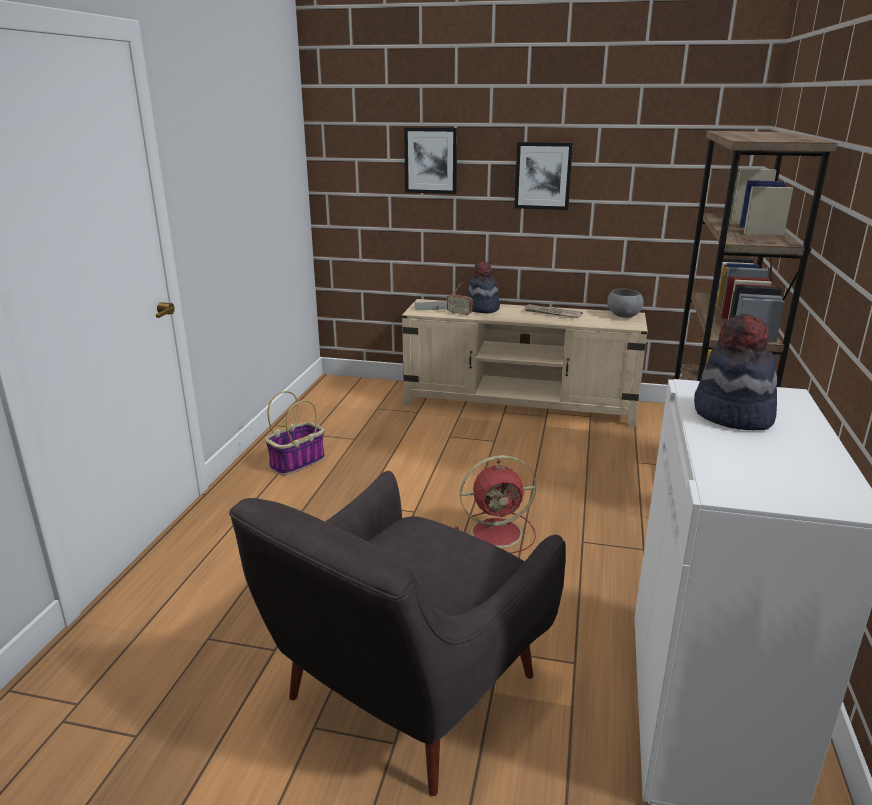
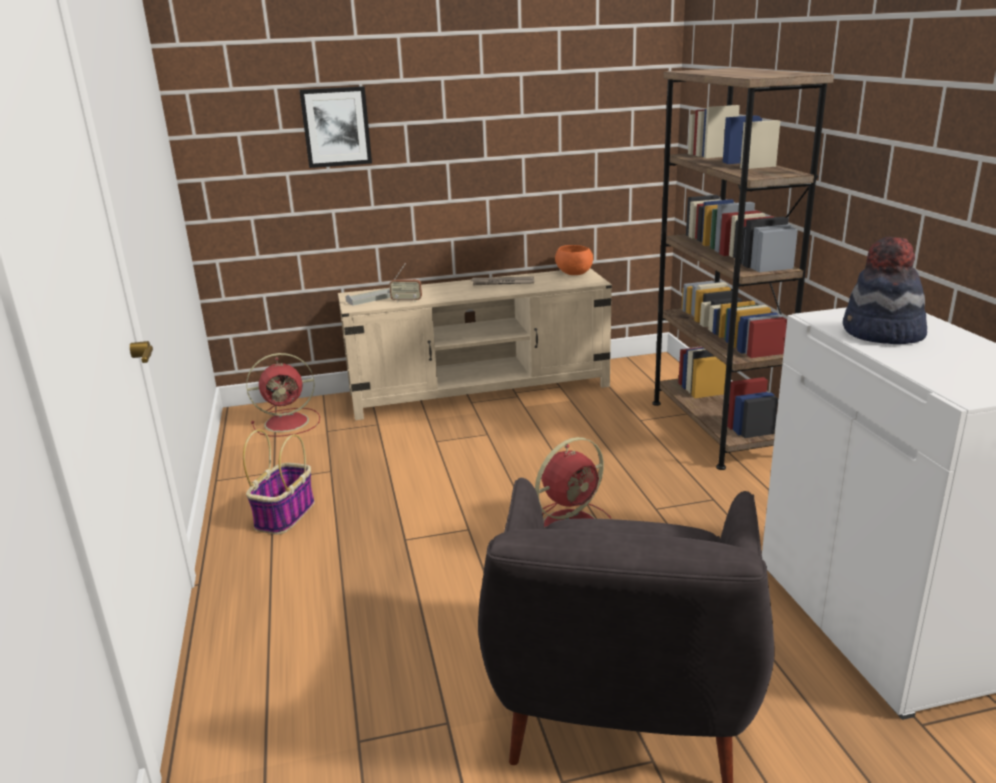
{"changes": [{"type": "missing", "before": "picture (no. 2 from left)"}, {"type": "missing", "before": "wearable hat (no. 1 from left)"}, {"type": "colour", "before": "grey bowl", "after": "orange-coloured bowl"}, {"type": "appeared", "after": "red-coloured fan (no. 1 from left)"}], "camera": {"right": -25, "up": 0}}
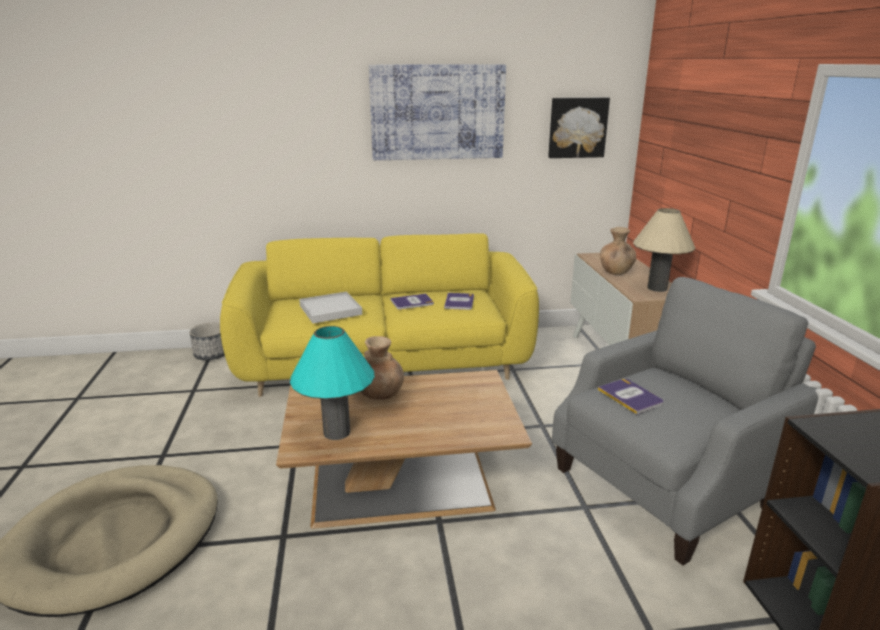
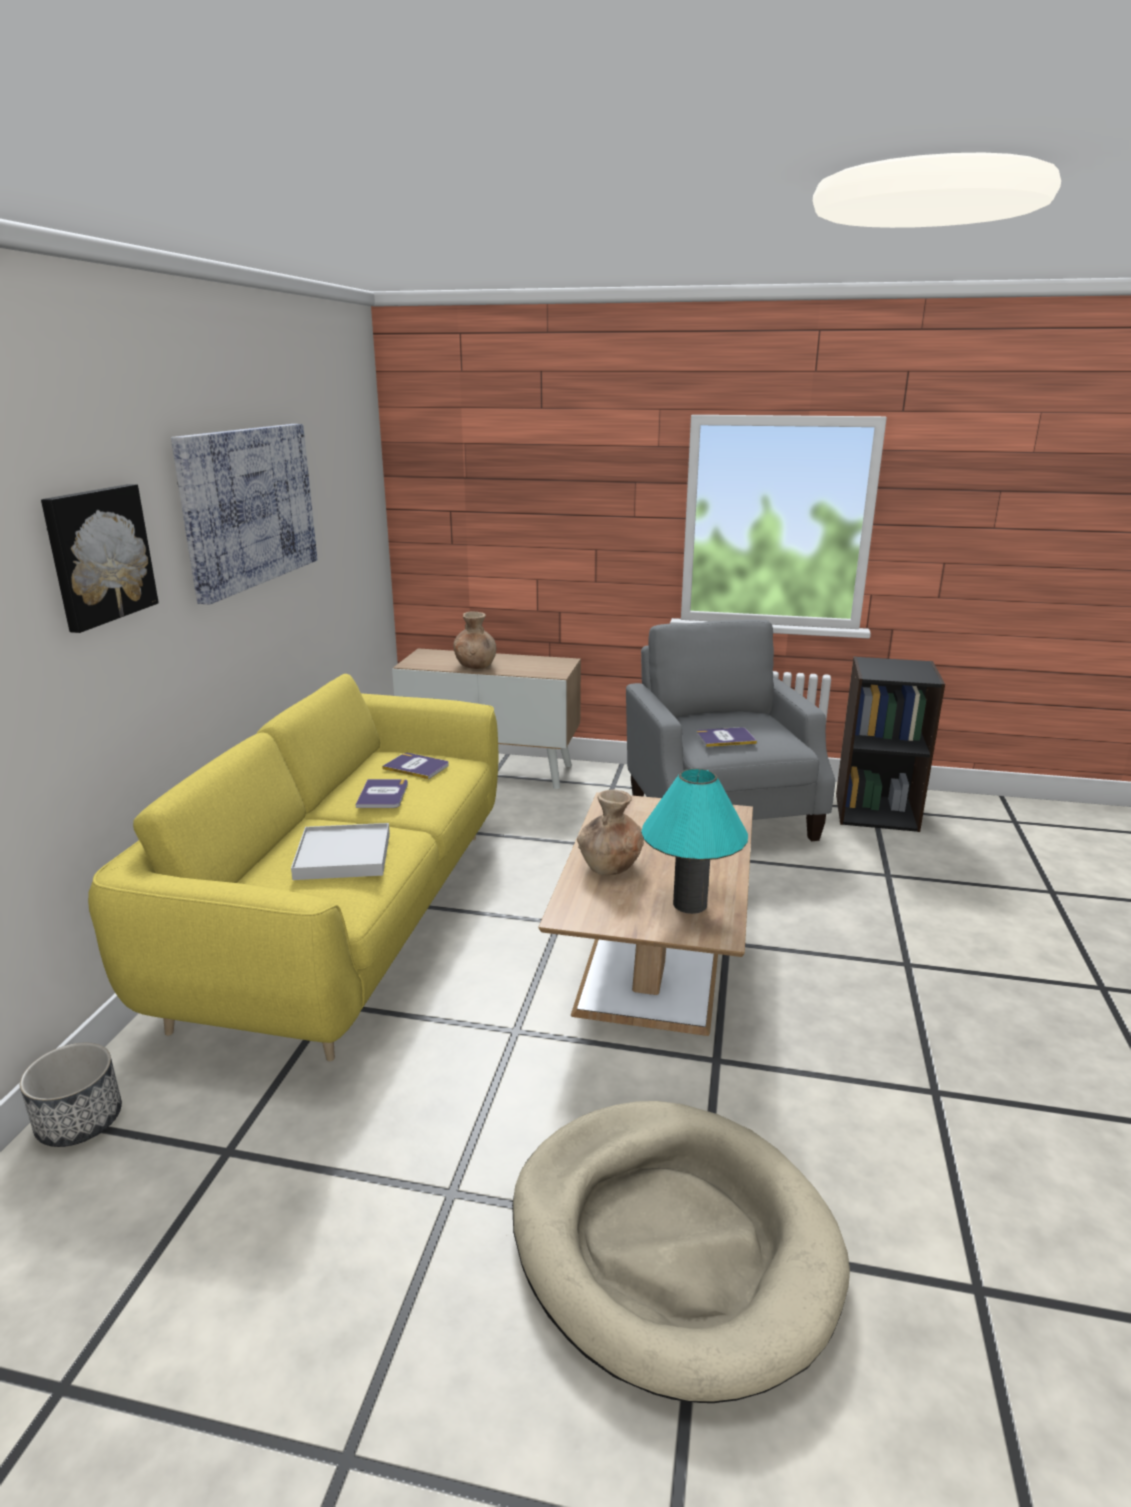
{"changes": [{"type": "relocated", "before": "picture (no. 2 from left in the first image)", "after": "picture (no. 1 from left)"}, {"type": "missing", "before": "beige table lamp"}], "camera": {"right": -70, "up": 0}}
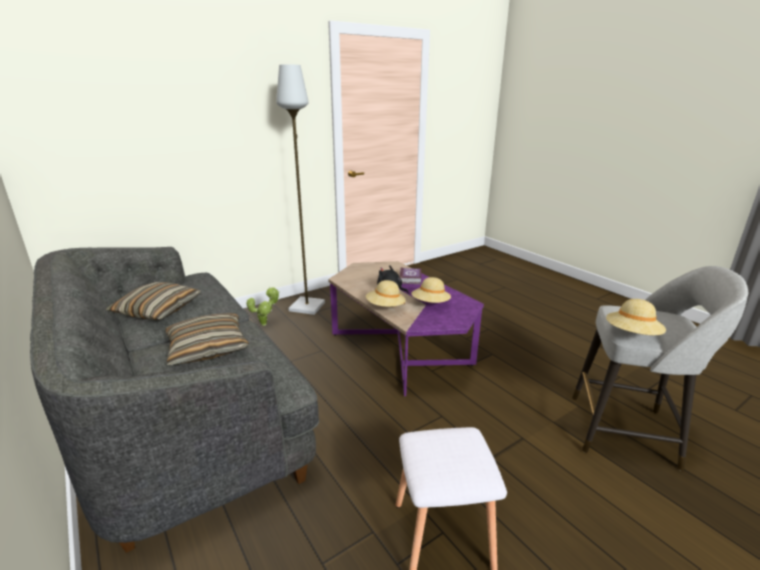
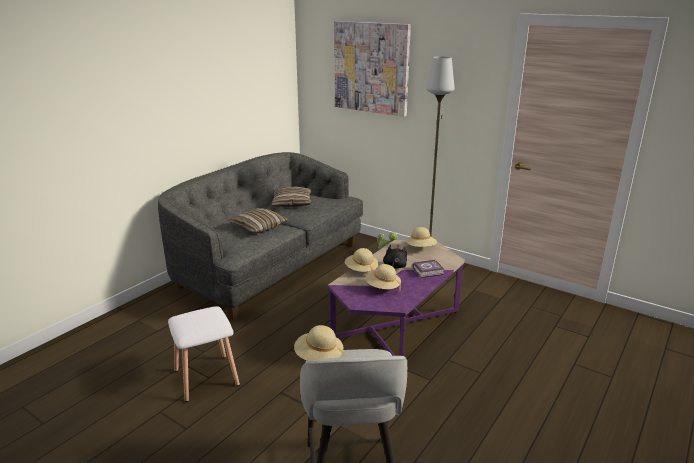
{"changes": [{"type": "appeared", "after": "picture"}, {"type": "appeared", "after": "beige wearable hat (no. 4 from left)"}], "camera": {"right": 70, "up": 0}}
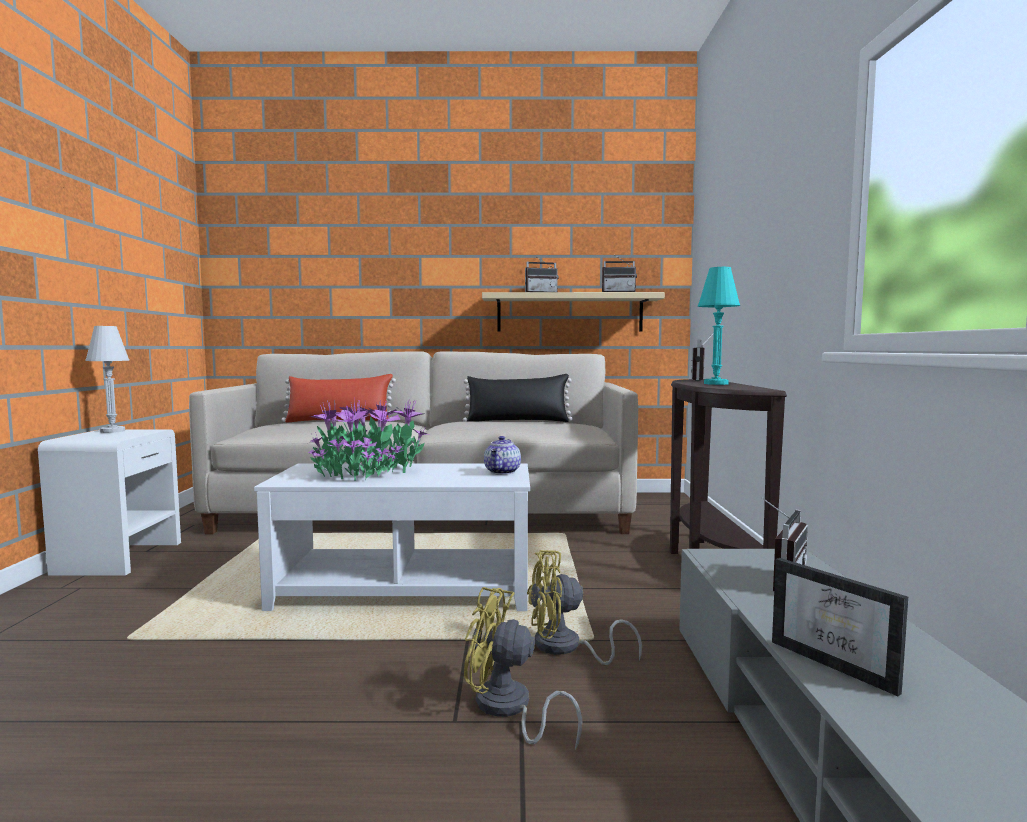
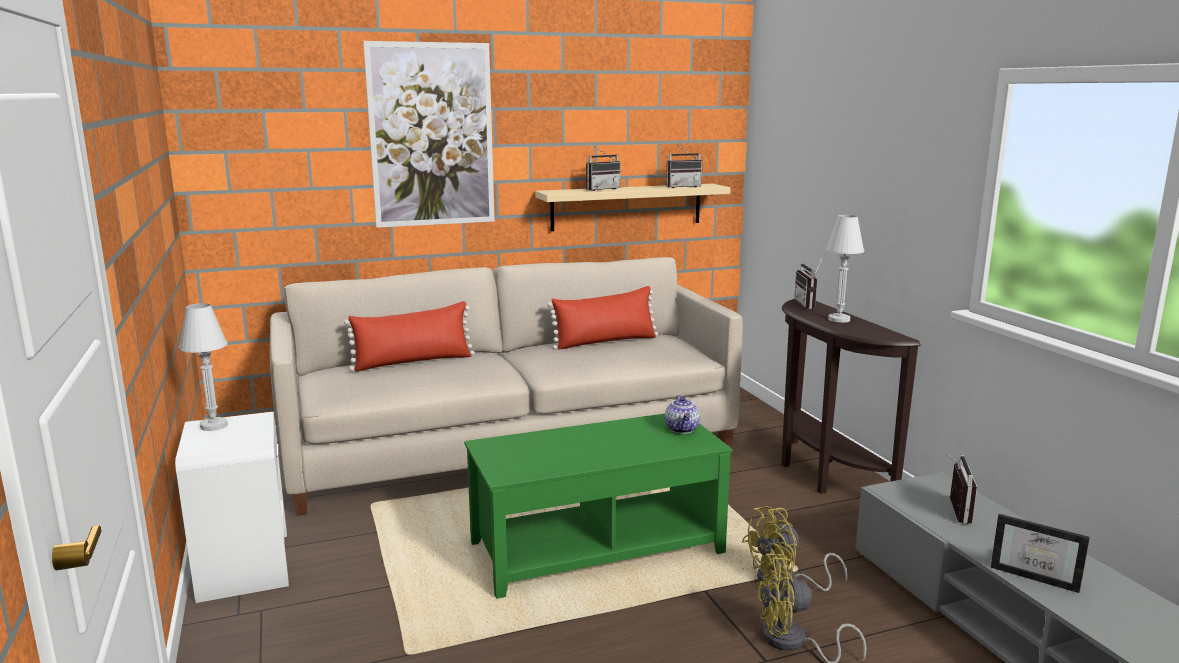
{"changes": [{"type": "colour", "before": "turquoise-coloured table lamp", "after": "whitish table lamp (no. 2 from left)"}, {"type": "colour", "before": "blackish cushion", "after": "red-coloured cushion (no. 2 from left)"}, {"type": "missing", "before": "plant in a pot"}, {"type": "colour", "before": "whitish low table", "after": "greenish low table"}, {"type": "appeared", "after": "picture"}], "camera": {"right": -20, "up": 10}}
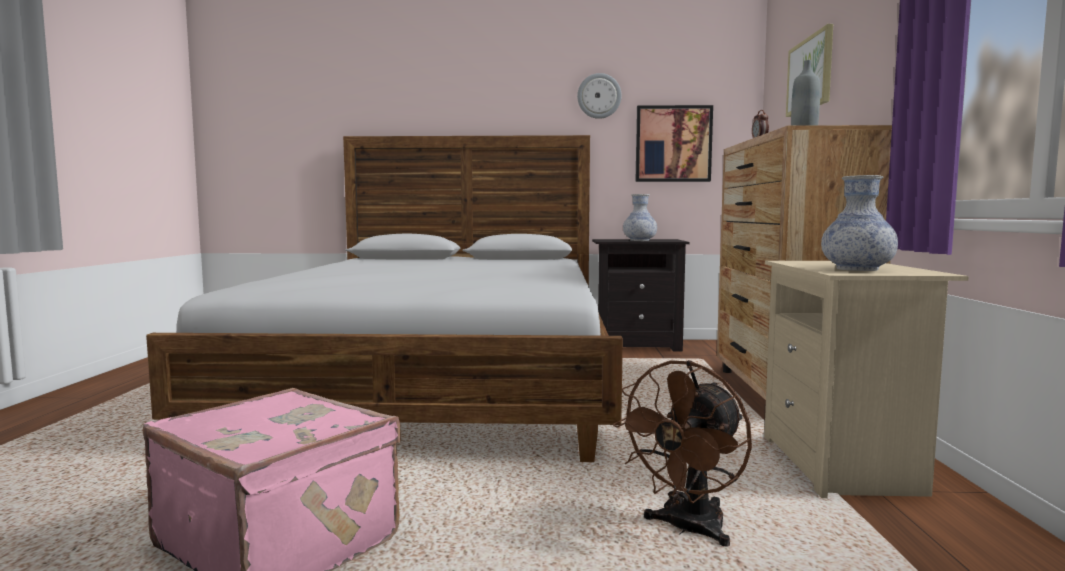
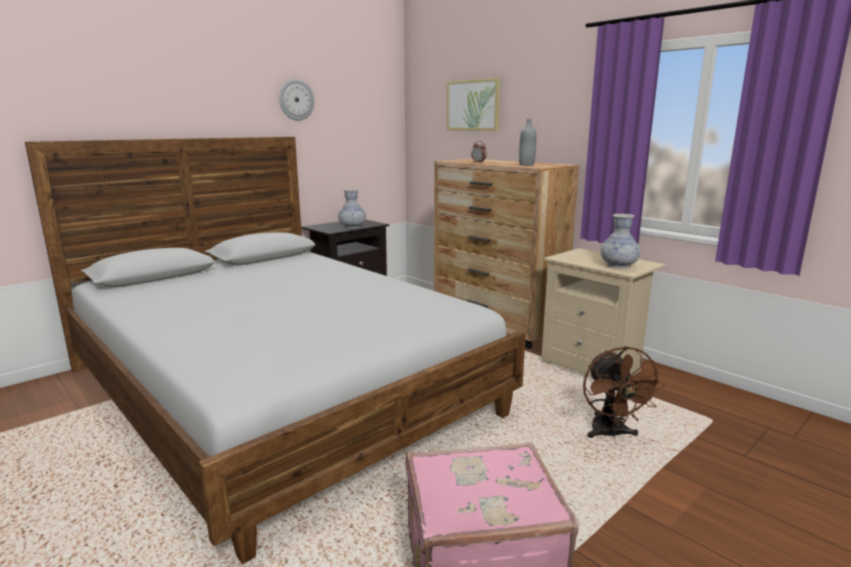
{"changes": [{"type": "missing", "before": "picture (no. 1 from left)"}], "camera": {"right": -45, "up": 10}}
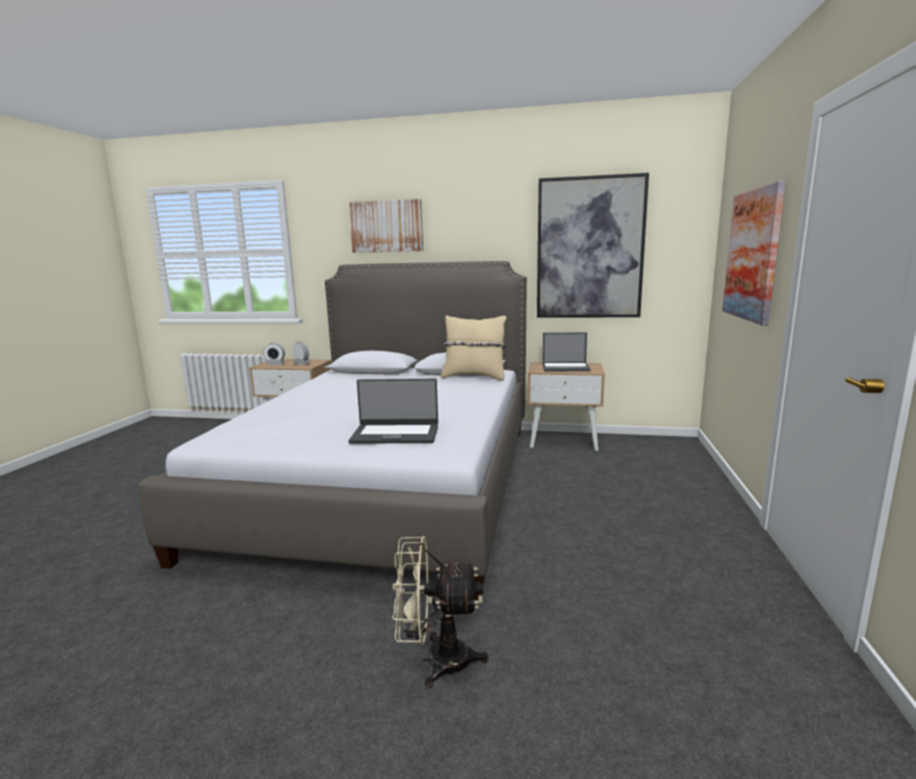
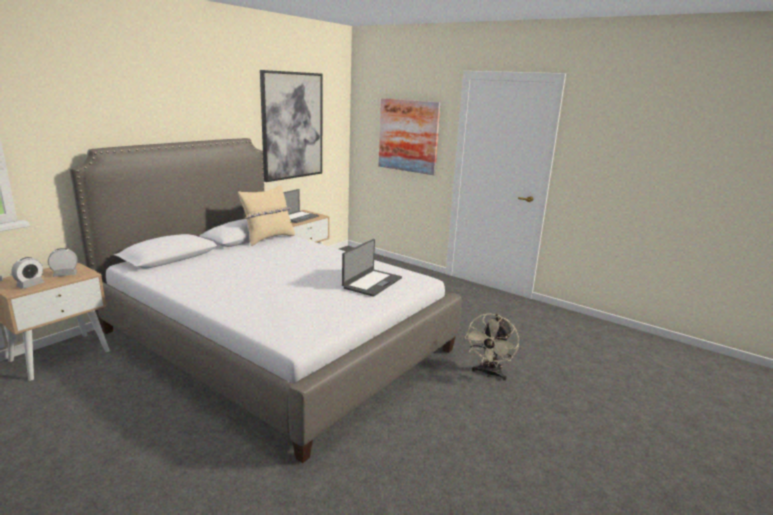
{"changes": [{"type": "missing", "before": "picture (no. 1 from left)"}], "camera": {"right": -65, "up": 5}}
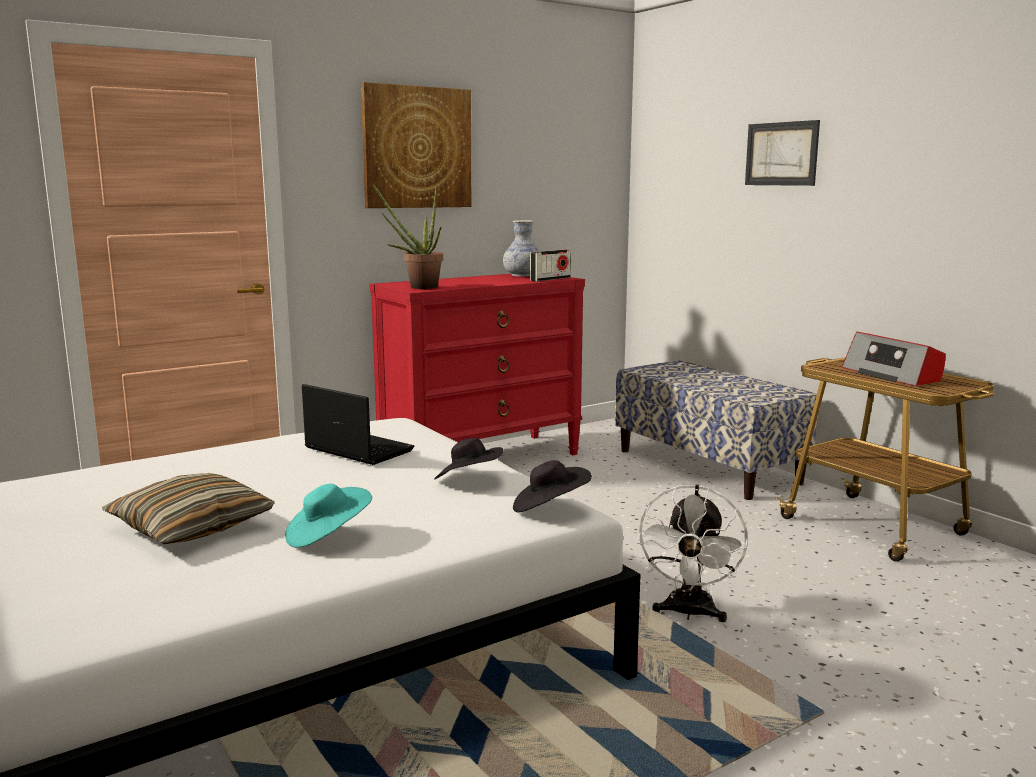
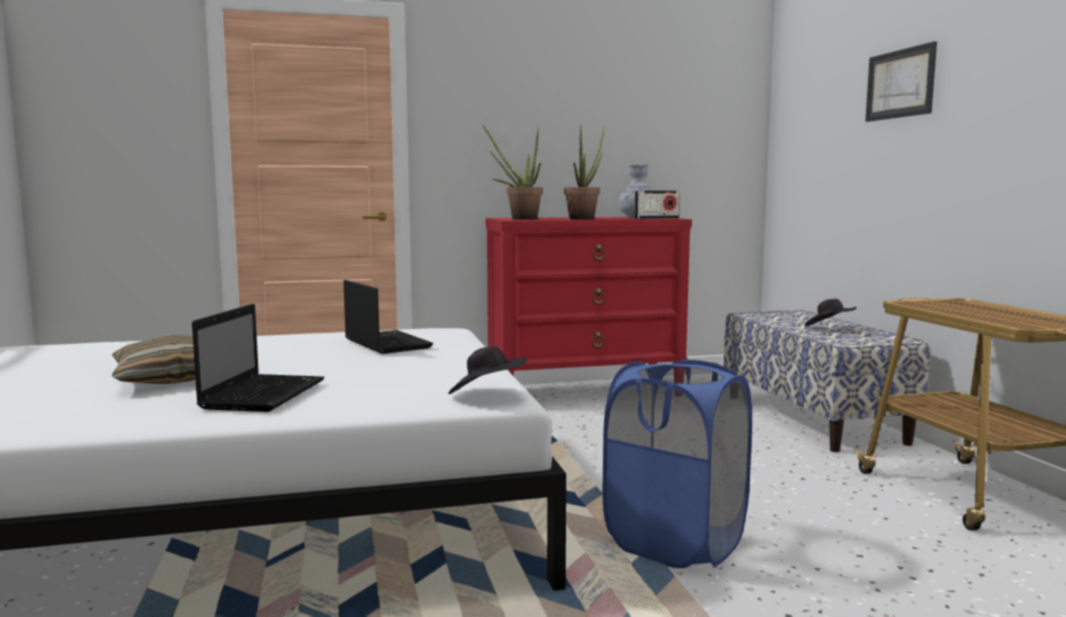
{"changes": [{"type": "missing", "before": "picture (no. 1 from left)"}, {"type": "missing", "before": "radio set (no. 2 from left)"}, {"type": "relocated", "before": "blackish wearable hat (no. 1 from left in the first image)", "after": "blackish wearable hat (no. 2 from left)"}, {"type": "exchanged", "before": "turquoise-coloured wearable hat", "after": "laptop (no. 1 from left)"}, {"type": "exchanged", "before": "whitish fan", "after": "blue washing basket"}, {"type": "appeared", "after": "plant in a pot (no. 2 from left)"}], "camera": {"right": 20, "up": -5}}
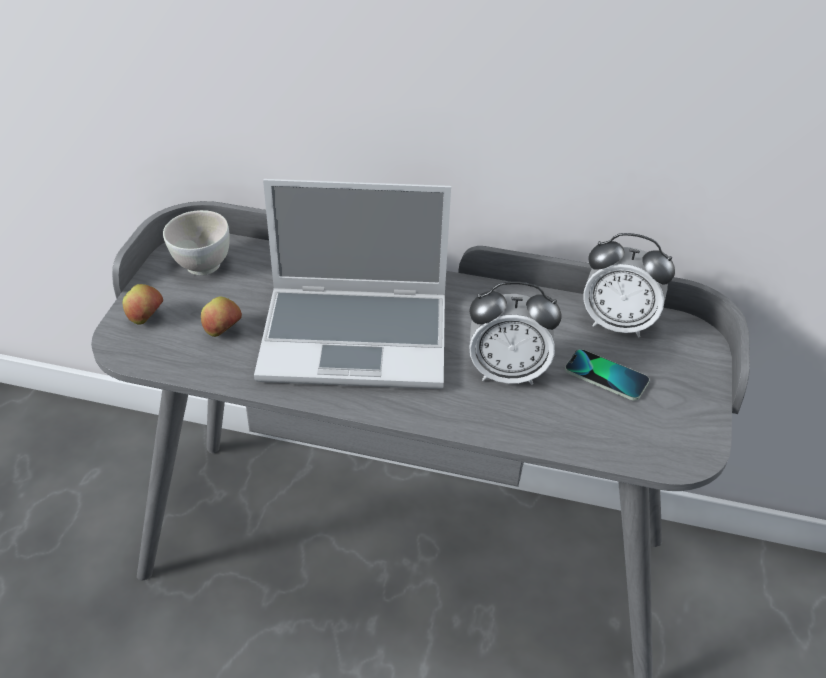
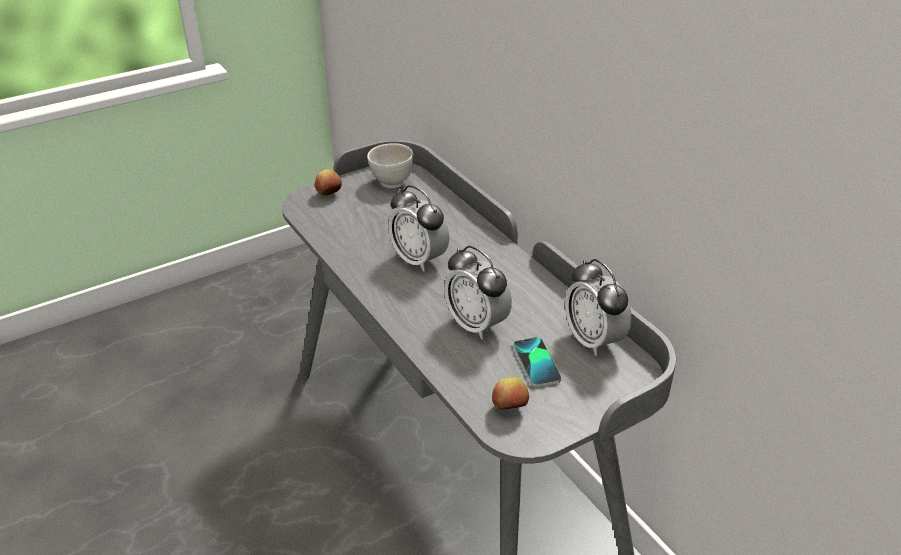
{"changes": [{"type": "exchanged", "before": "laptop", "after": "alarm clock (no. 1 from left)"}, {"type": "relocated", "before": "whole apple (no. 2 from left)"}], "camera": {"right": 45, "up": -5}}
